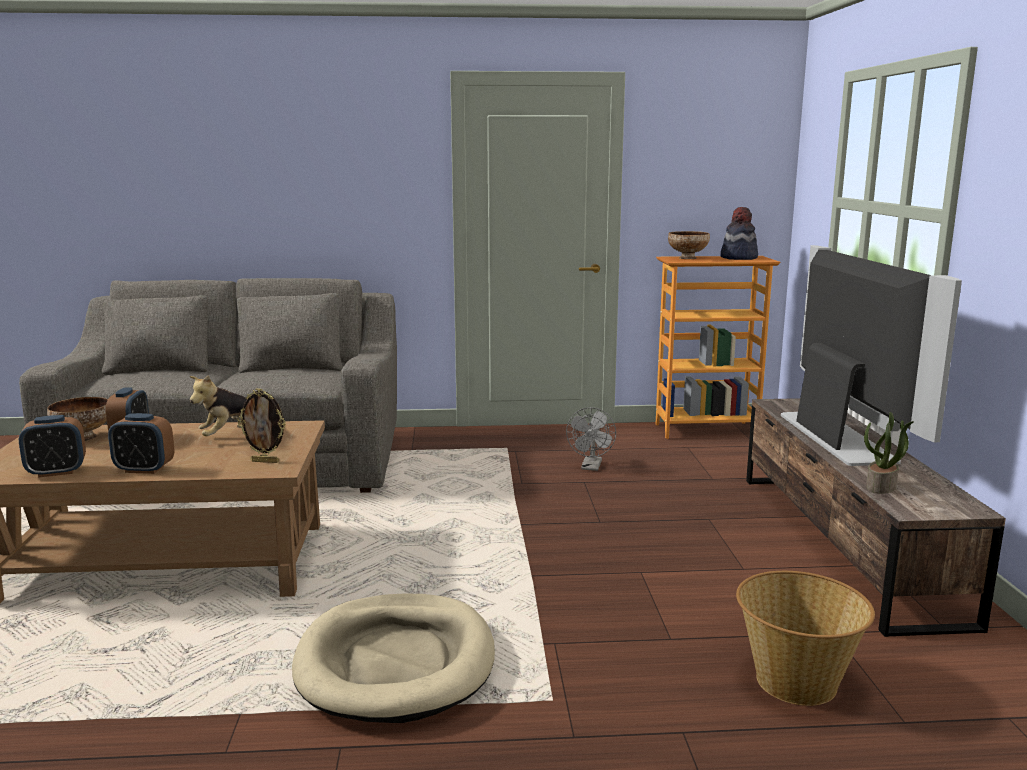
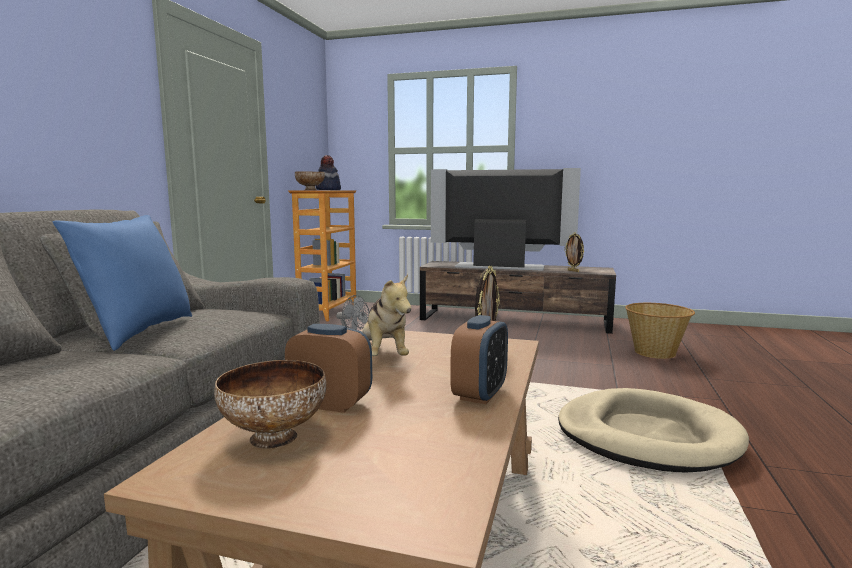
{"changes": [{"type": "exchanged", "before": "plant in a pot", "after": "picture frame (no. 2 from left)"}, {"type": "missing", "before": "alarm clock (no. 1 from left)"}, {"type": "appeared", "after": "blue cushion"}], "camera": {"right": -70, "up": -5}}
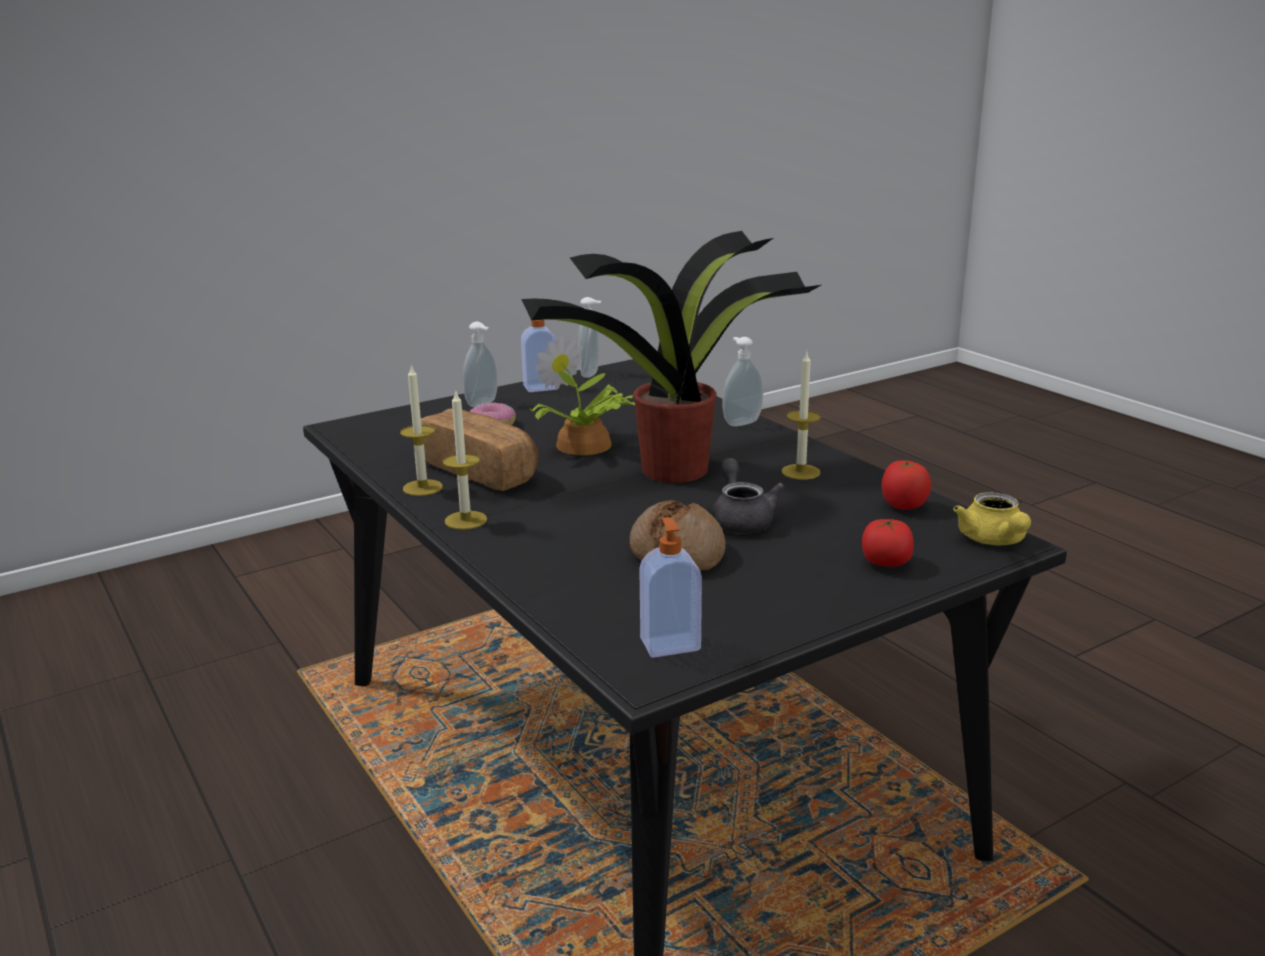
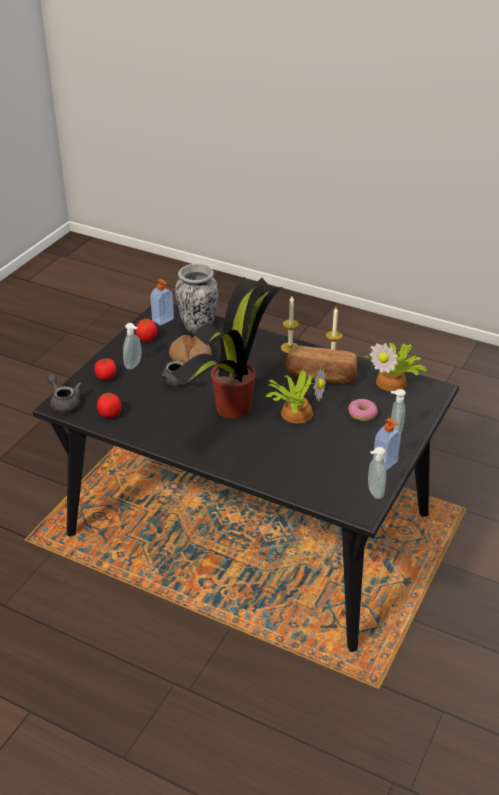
{"changes": [{"type": "relocated", "before": "liquid soap bottle (no. 5 from left in the first image)", "after": "liquid soap bottle (no. 1 from left)"}, {"type": "missing", "before": "wax light (no. 3 from left)"}, {"type": "colour", "before": "yellowish pot for tea", "after": "grey pot for tea (no. 1 from left)"}, {"type": "appeared", "after": "vase"}, {"type": "appeared", "after": "tomato (no. 3 from left)"}, {"type": "appeared", "after": "plant in a pot (no. 3 from left)"}], "camera": {"right": 150, "up": 15}}
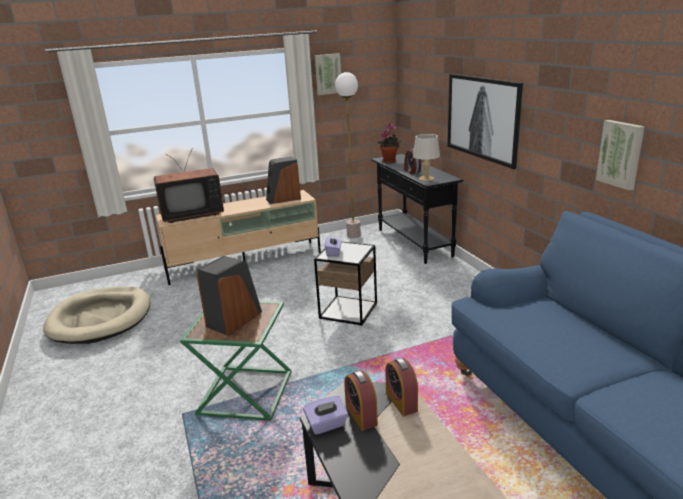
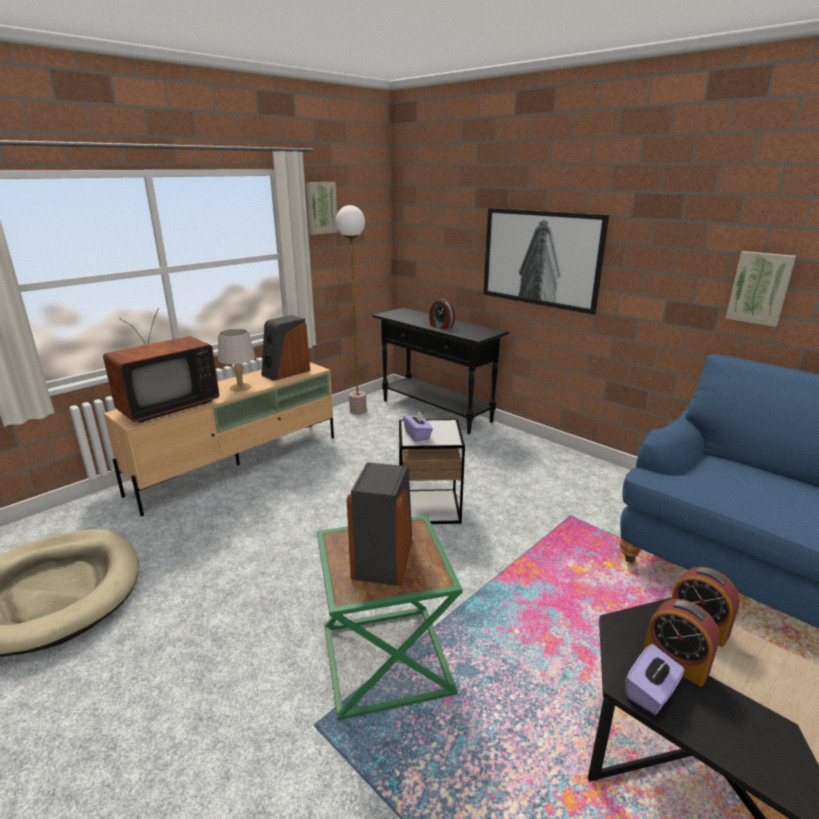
{"changes": [{"type": "missing", "before": "plant in a pot"}, {"type": "relocated", "before": "grey table lamp"}], "camera": {"right": -25, "up": 0}}
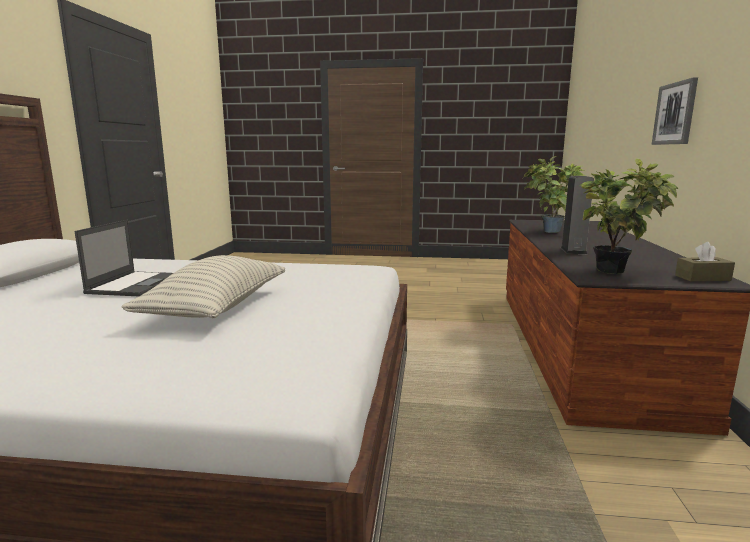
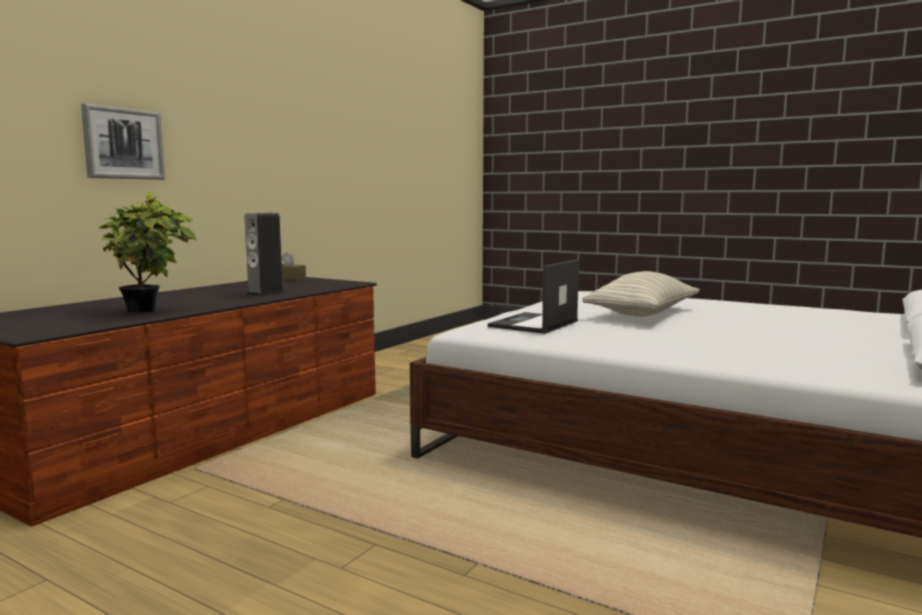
{"changes": [{"type": "missing", "before": "plant in a pot (no. 2 from left)"}, {"type": "relocated", "before": "laptop"}], "camera": {"right": -155, "up": -5}}
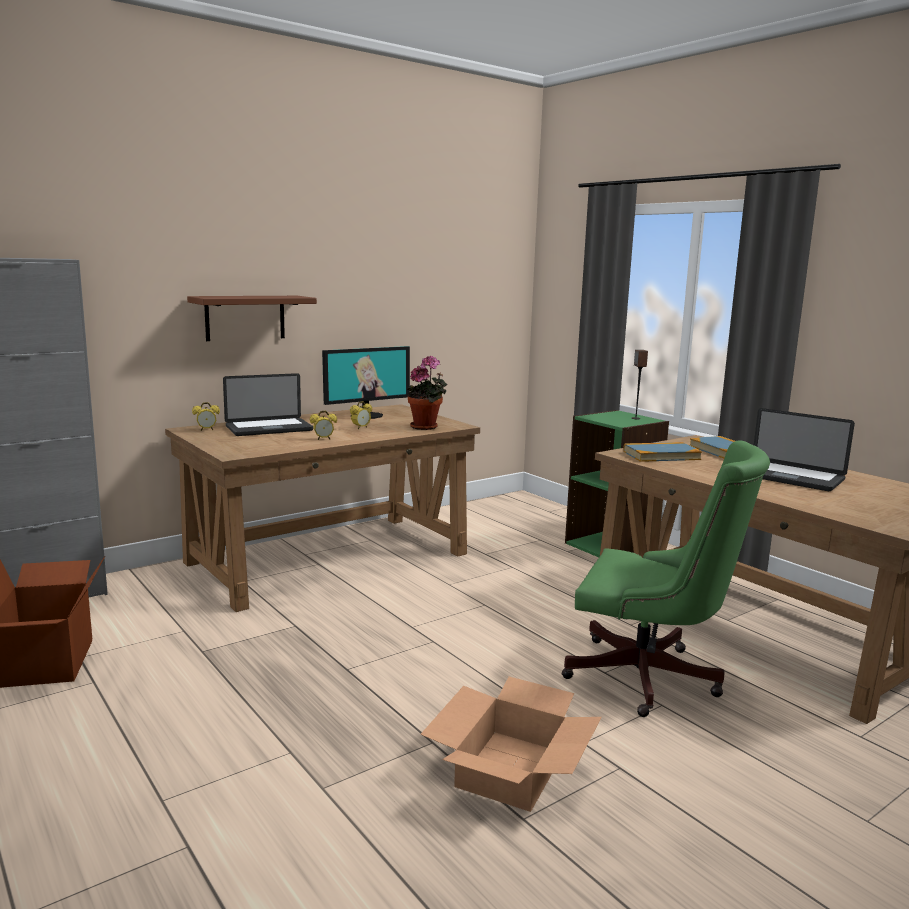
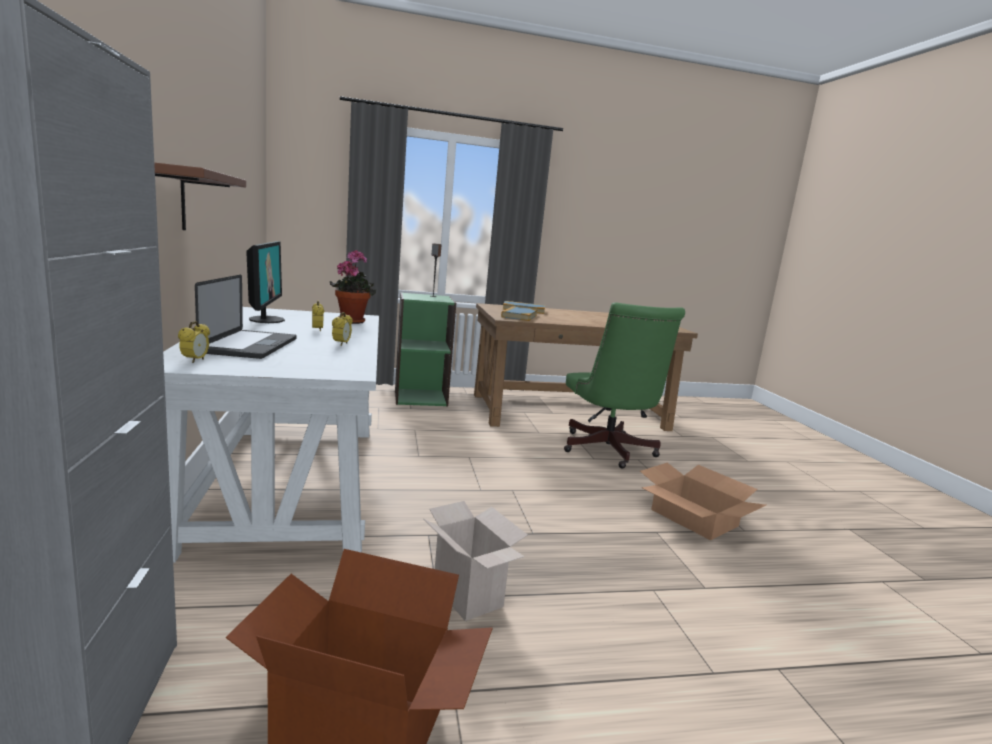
{"changes": [{"type": "colour", "before": "brown-coloured desk unit (no. 1 from left)", "after": "whitish desk unit"}, {"type": "missing", "before": "laptop (no. 2 from left)"}, {"type": "spun", "before": "greenish computer chair", "turn": 120}, {"type": "appeared", "after": "packing box (no. 2 from left)"}], "camera": {"right": -65, "up": 0}}
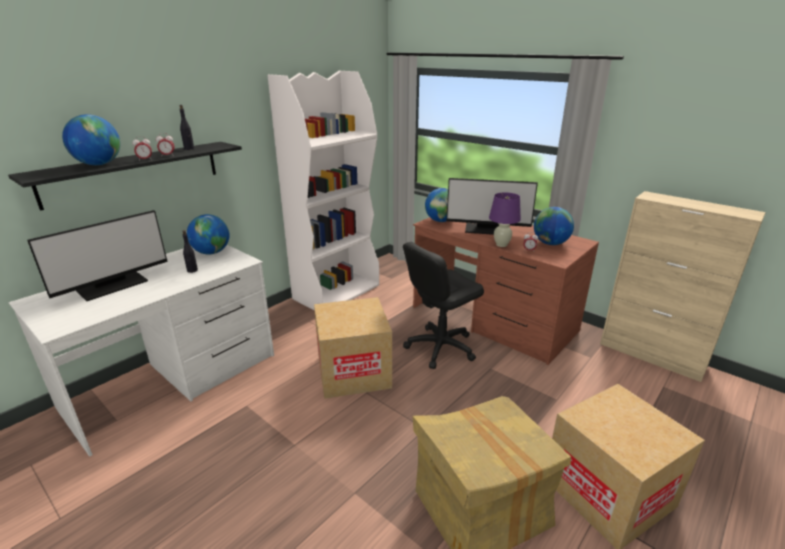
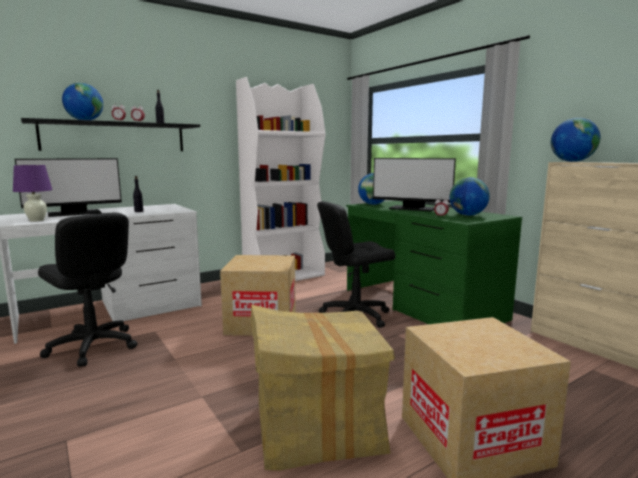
{"changes": [{"type": "relocated", "before": "purple table lamp"}, {"type": "relocated", "before": "desk globe (no. 2 from left in the first image)", "after": "desk globe (no. 4 from left)"}, {"type": "colour", "before": "brown-coloured desk unit", "after": "greenish desk unit"}, {"type": "appeared", "after": "blackish computer chair (no. 1 from left)"}], "camera": {"right": 15, "up": -15}}
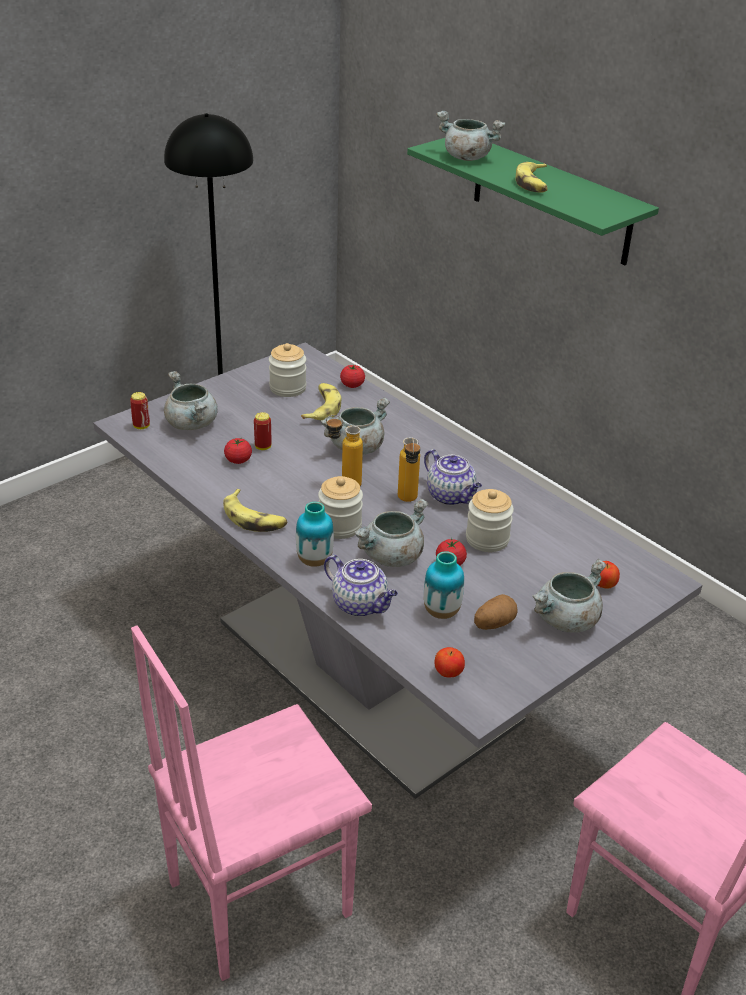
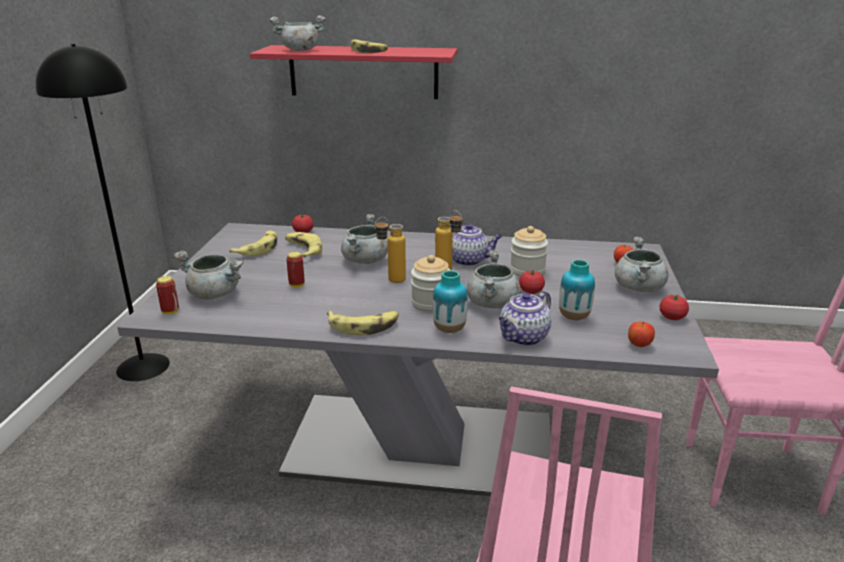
{"changes": [{"type": "colour", "before": "greenish wall shelf", "after": "red-coloured wall shelf"}, {"type": "exchanged", "before": "preserve jar (no. 1 from left)", "after": "banana fruit (no. 1 from left)"}, {"type": "relocated", "before": "tomato (no. 1 from left in the first image)", "after": "tomato (no. 3 from left)"}, {"type": "spun", "before": "pot for tea (no. 1 from left in the first image)", "turn": 135}, {"type": "missing", "before": "potato"}], "camera": {"right": -40, "up": -10}}
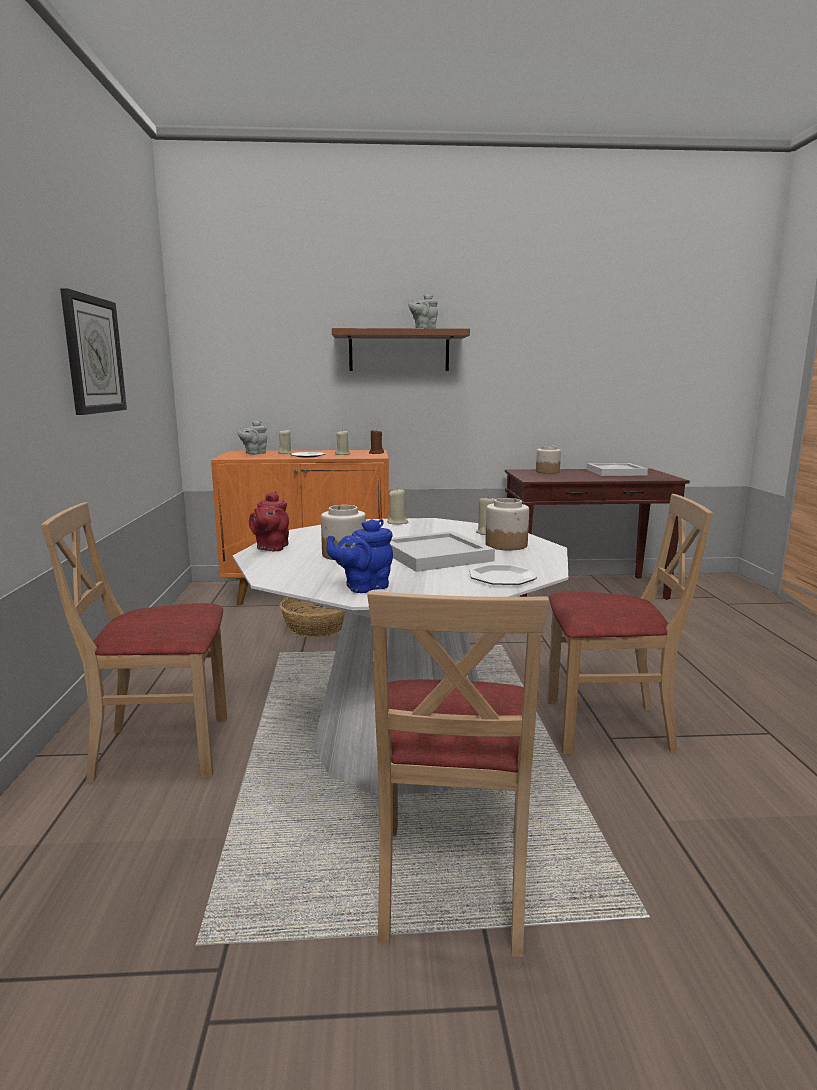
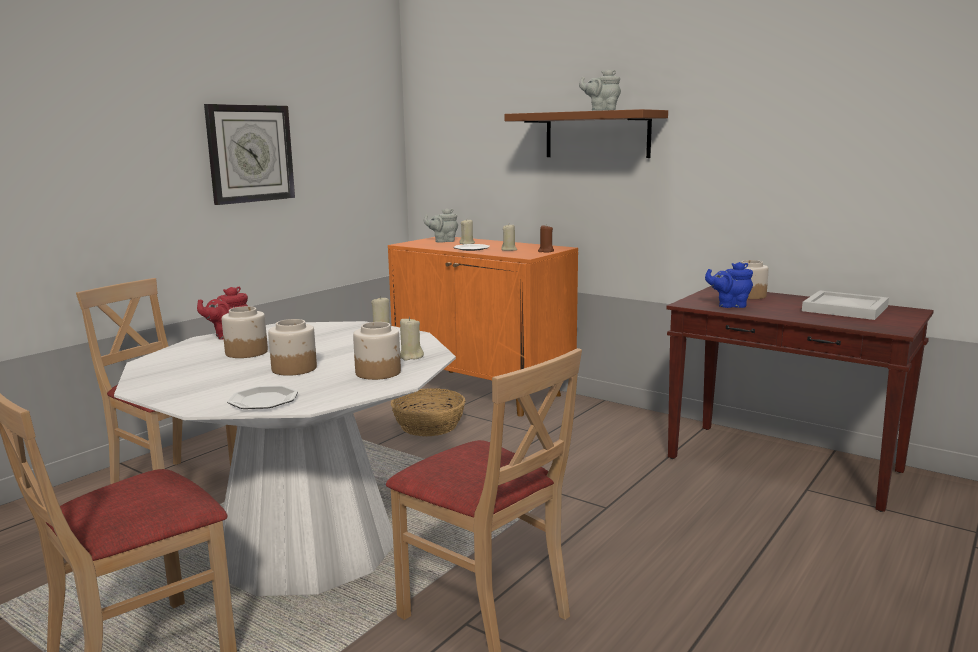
{"changes": [{"type": "relocated", "before": "blue pot for tea"}, {"type": "exchanged", "before": "whitish carrying tray (no. 1 from left)", "after": "preserve jar (no. 2 from left)"}], "camera": {"right": 40, "up": 0}}
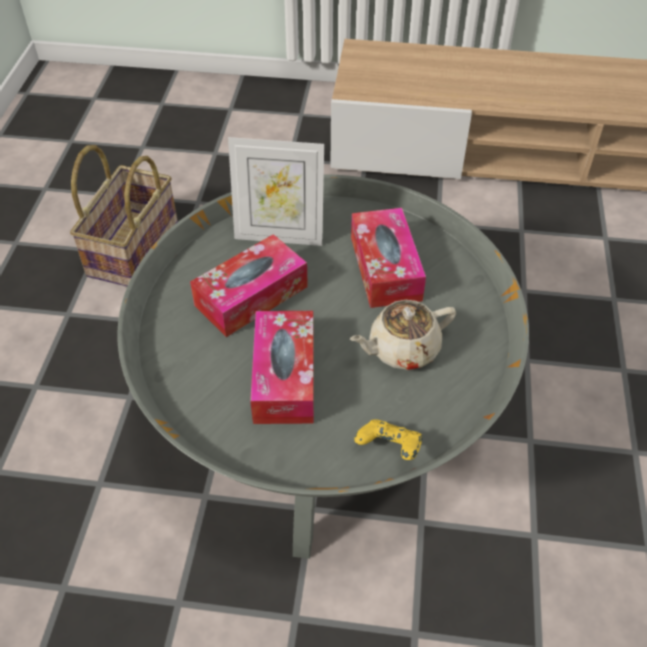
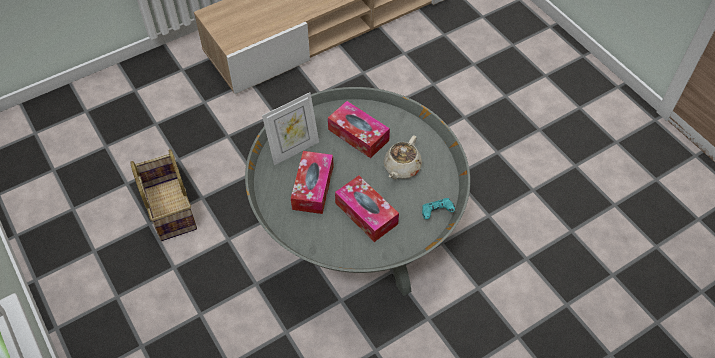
{"changes": [{"type": "colour", "before": "yellowish joypad", "after": "turquoise-coloured joypad"}], "camera": {"right": -40, "up": 5}}
